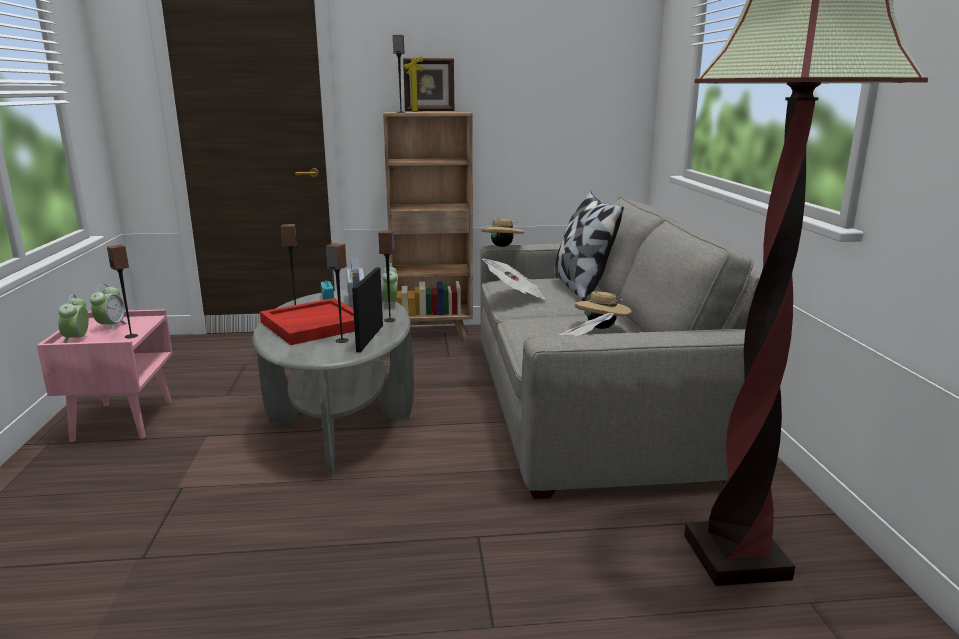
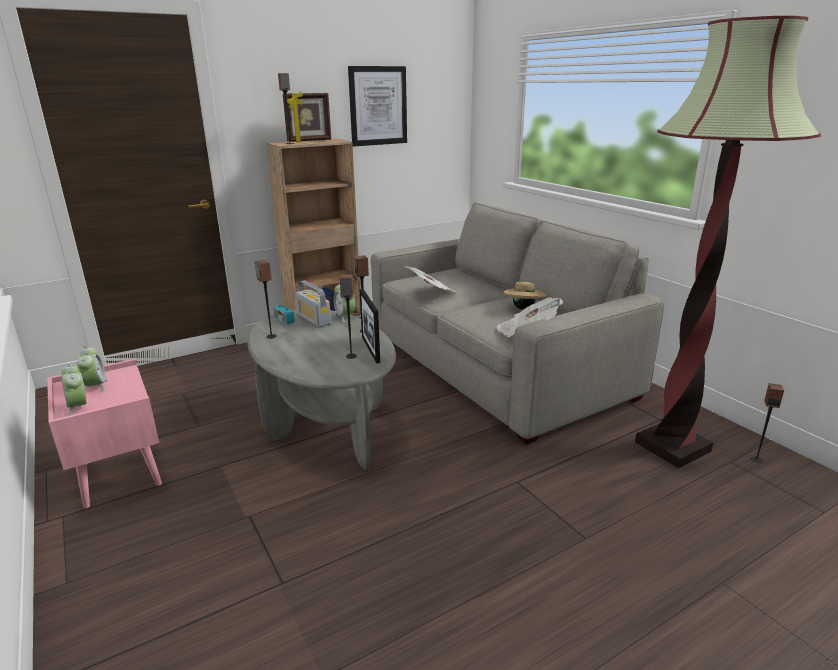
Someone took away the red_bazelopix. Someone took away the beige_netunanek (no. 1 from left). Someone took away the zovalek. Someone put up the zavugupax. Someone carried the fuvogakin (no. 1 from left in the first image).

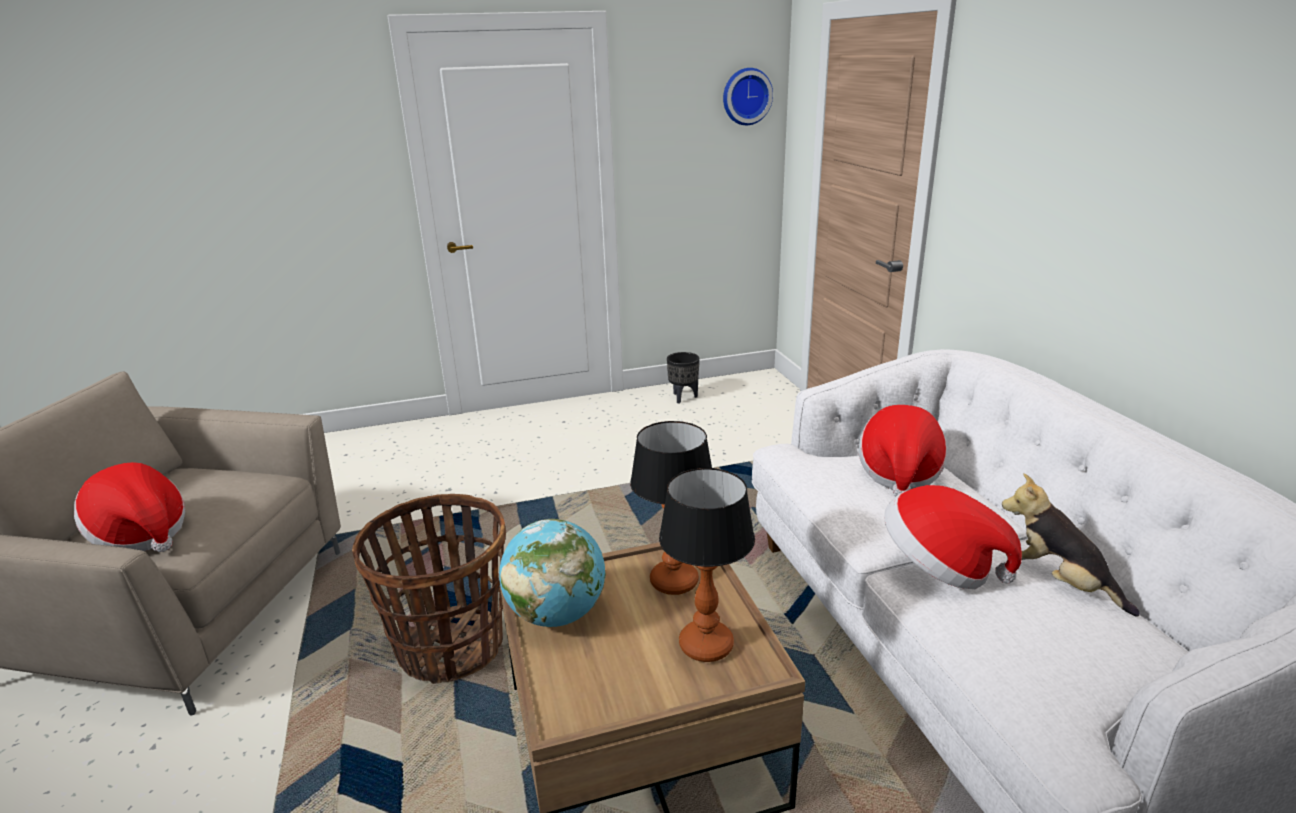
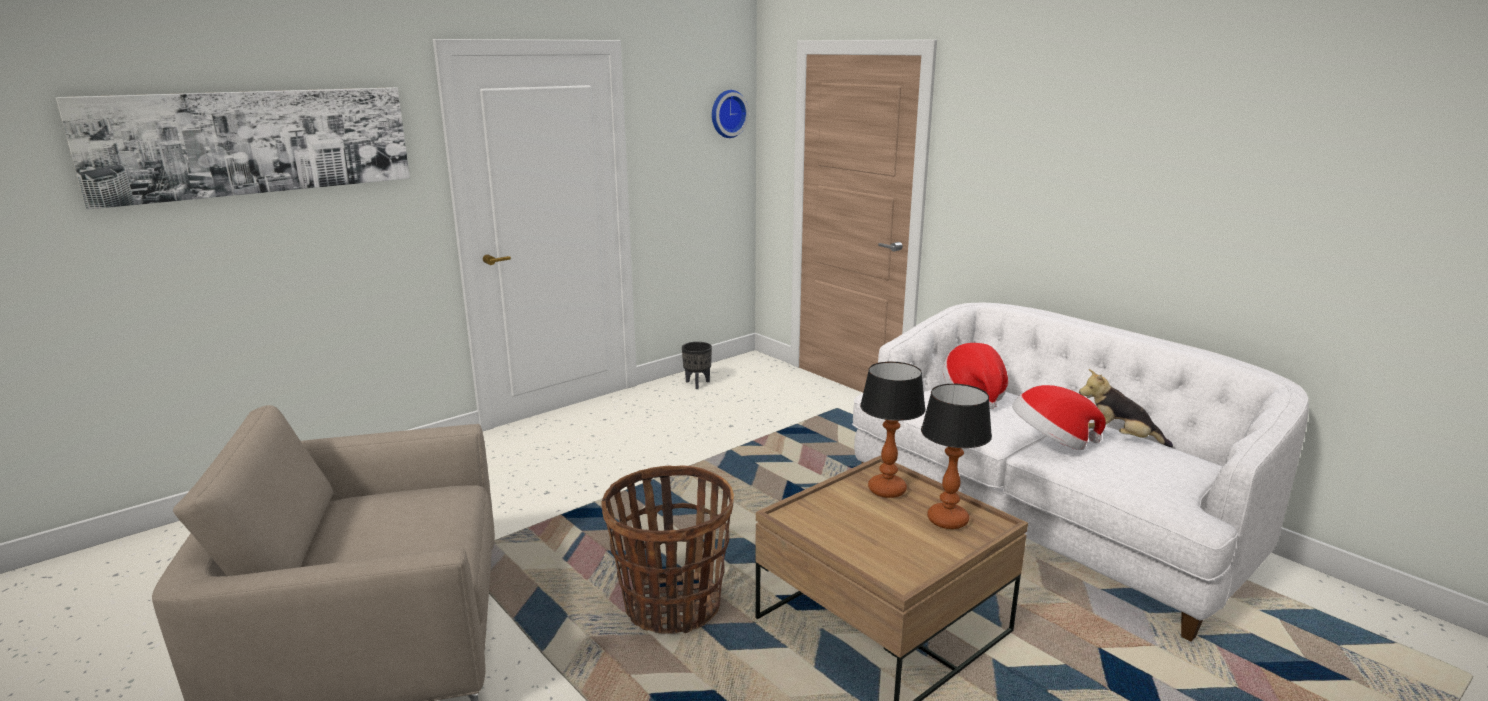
Someone took away the netunanek (no. 1 from left). Someone took away the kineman. Someone put up the zavugupax.

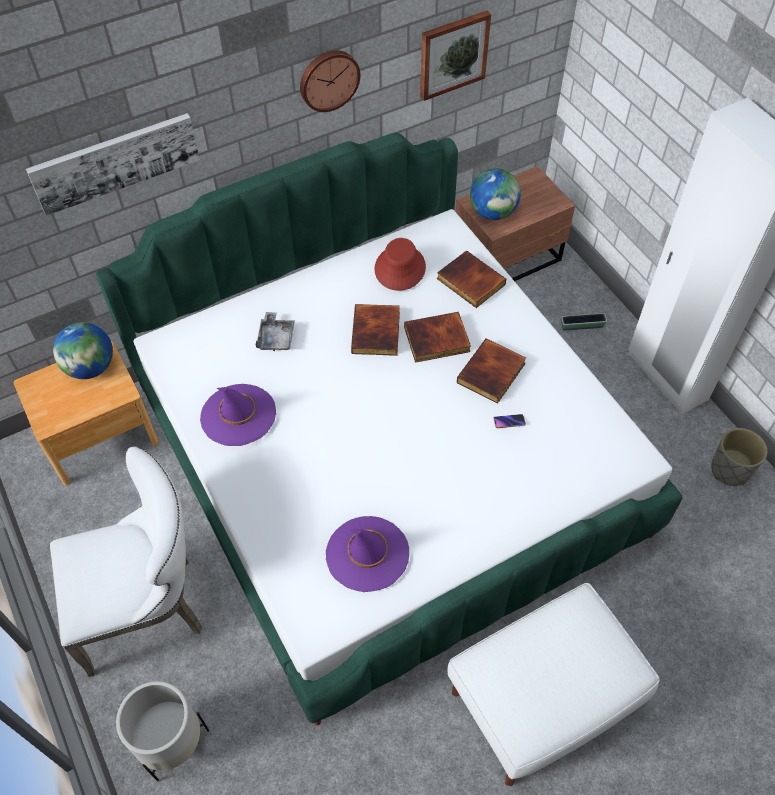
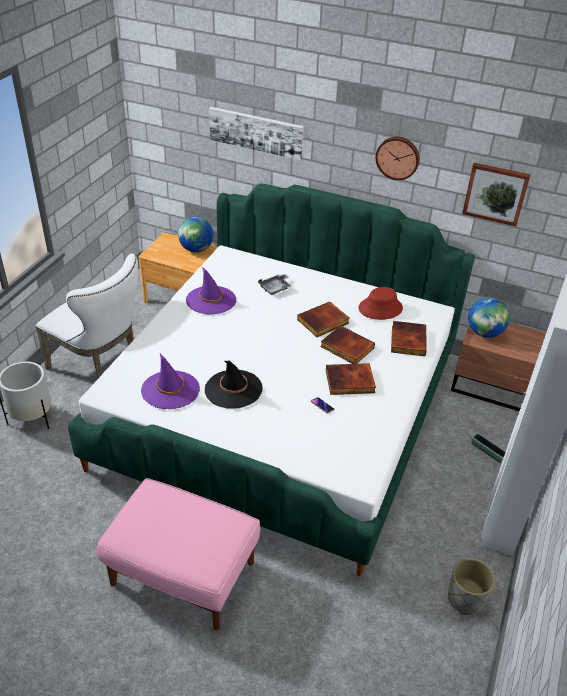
Someone put down the black_netunanek. Someone repainted the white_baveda, which became the pink_baveda.

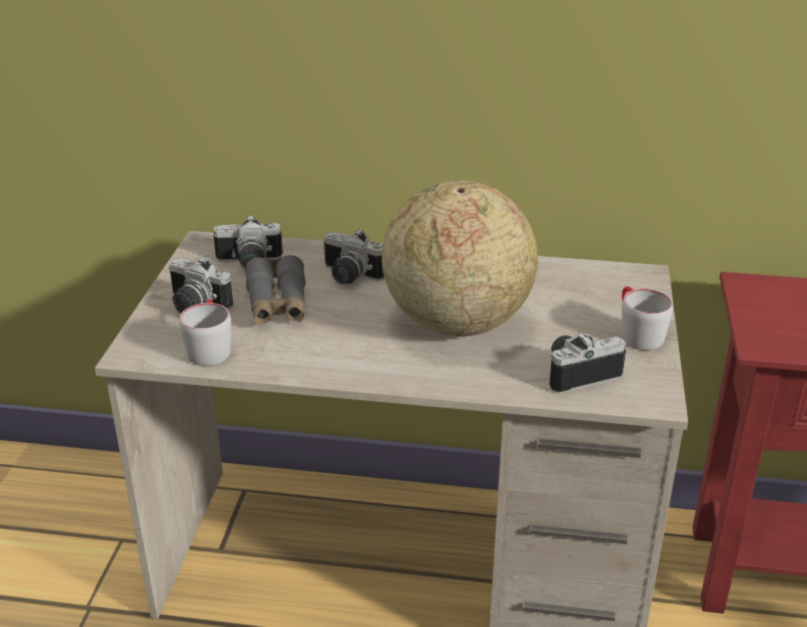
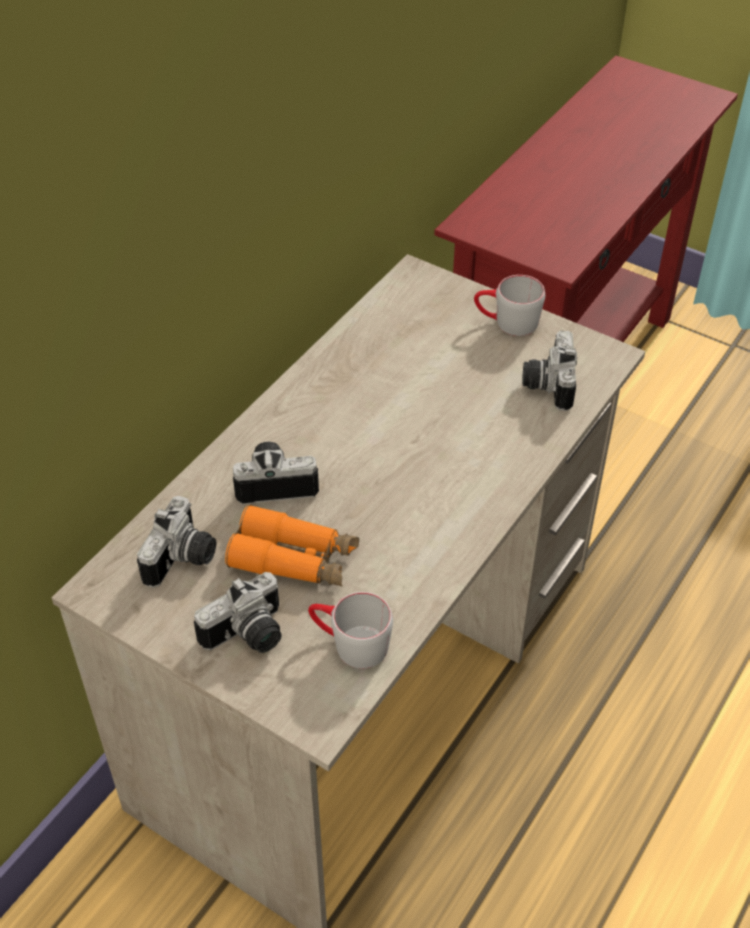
Someone took away the kineman. Someone repainted the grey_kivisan, which became the orange_kivisan. Someone rotated the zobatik (no. 3 from left) by 150 degrees counterclockwise.

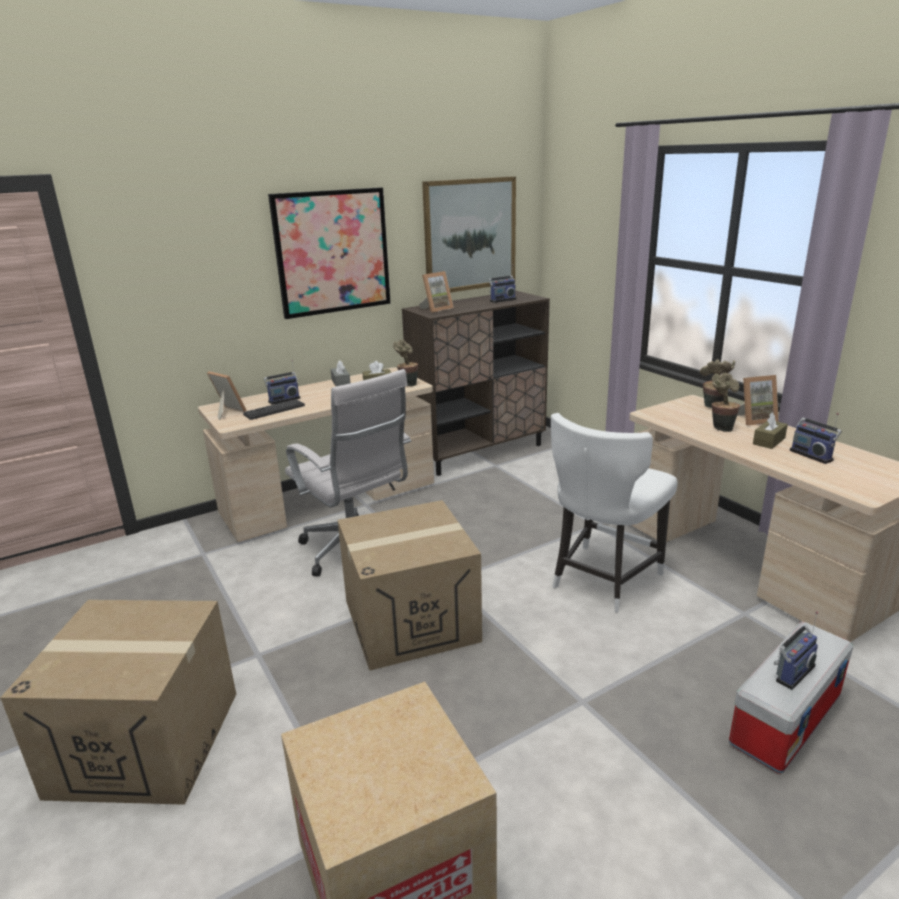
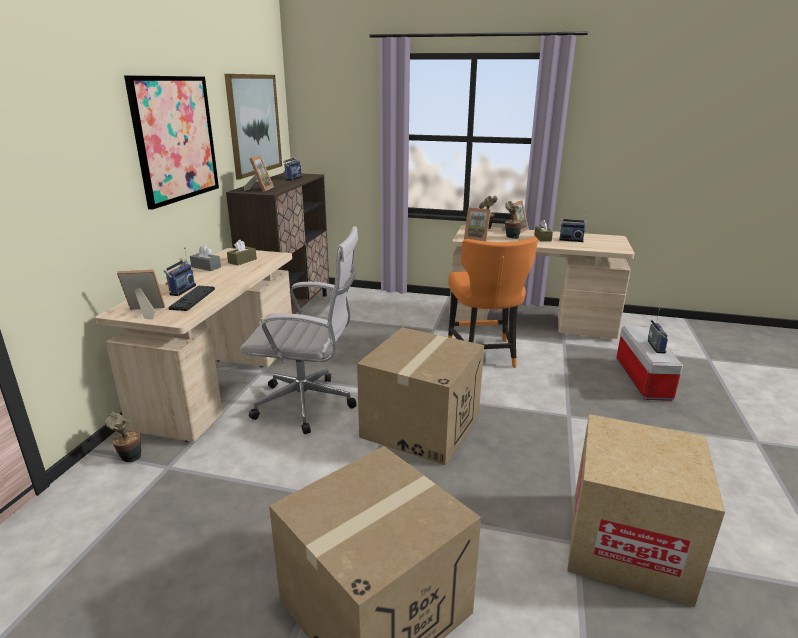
Someone put down the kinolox (no. 3 from left). Someone carried the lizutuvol (no. 1 from left). Someone repainted the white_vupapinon, which became the orange_vupapinon.

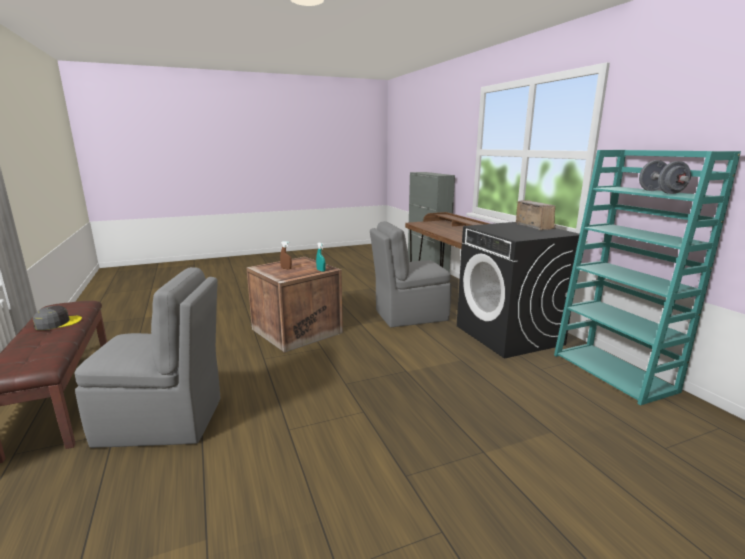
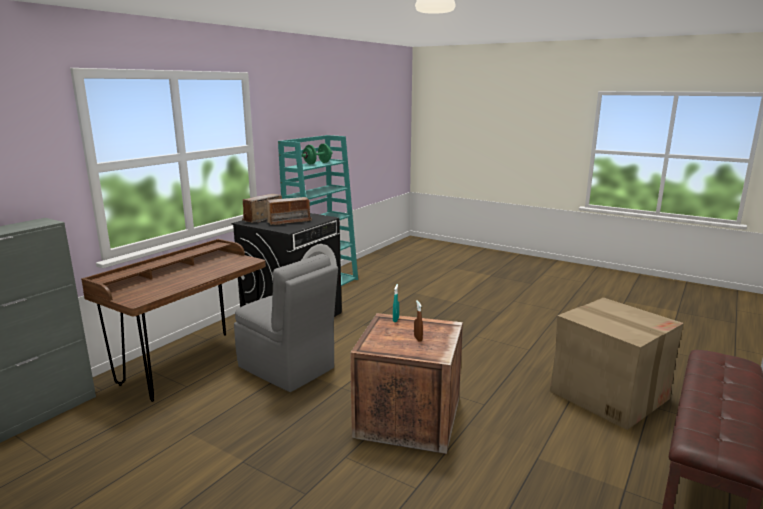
Someone took away the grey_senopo. Someone put down the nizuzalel (no. 2 from left). Someone swapped the grey_vupapinon (no. 1 from left) for the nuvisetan. Someone repainted the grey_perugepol, which became the green_perugepol.

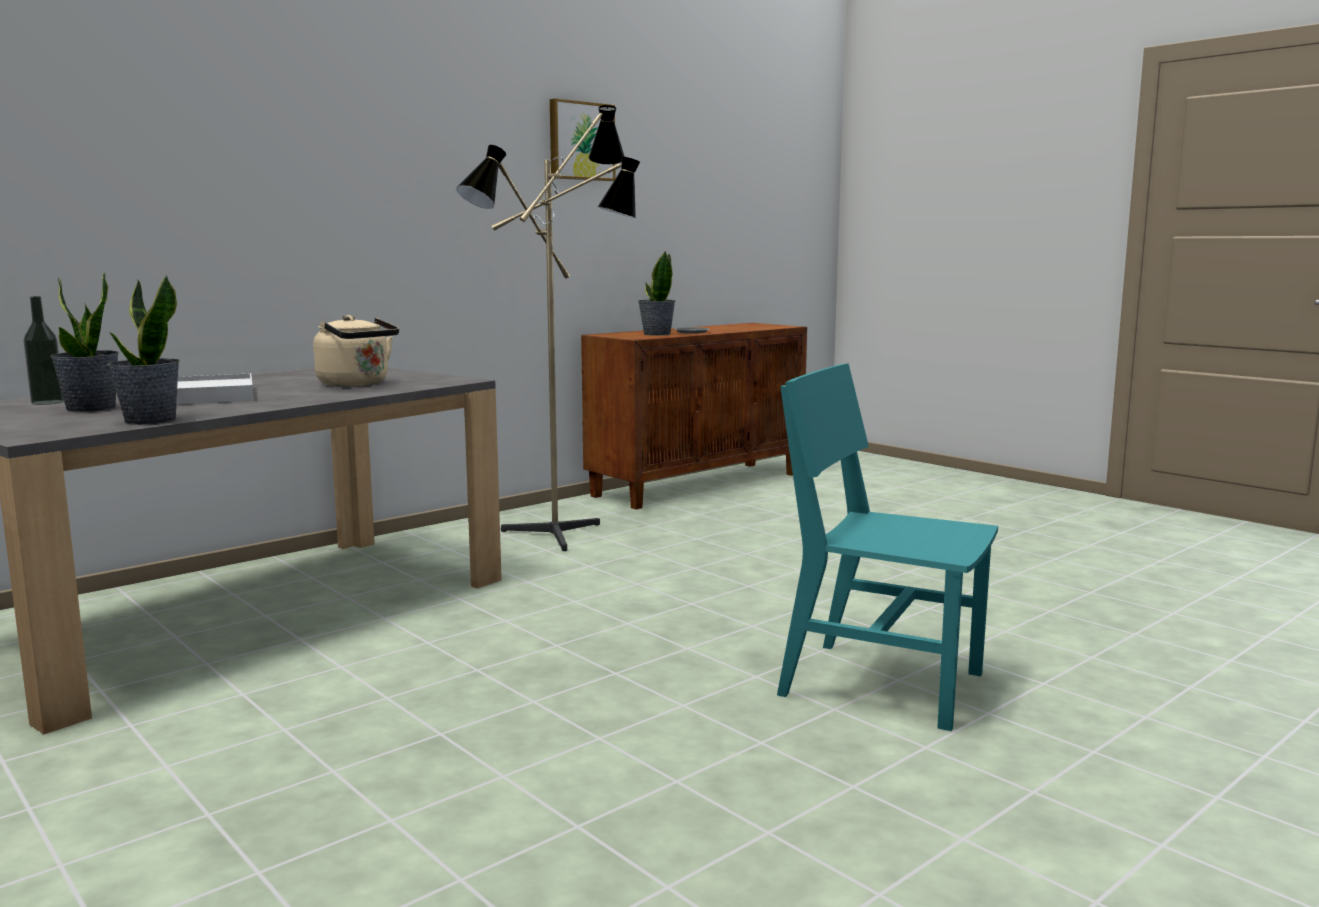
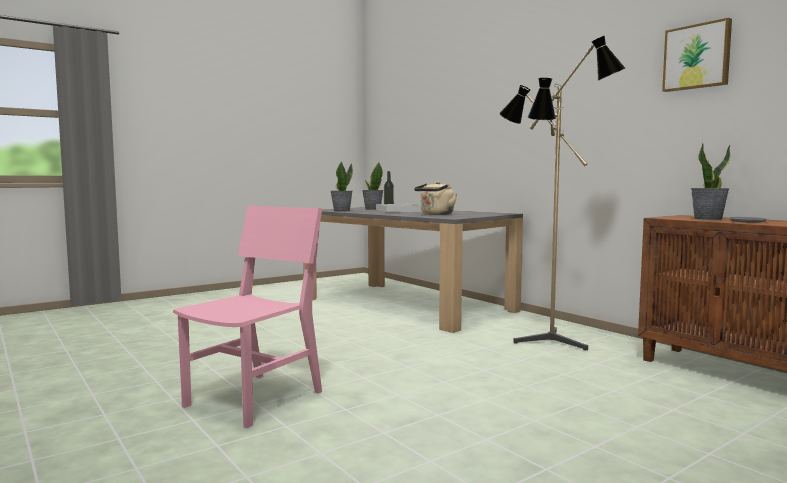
Someone repainted the turquoise_vupapinon, which became the pink_vupapinon.

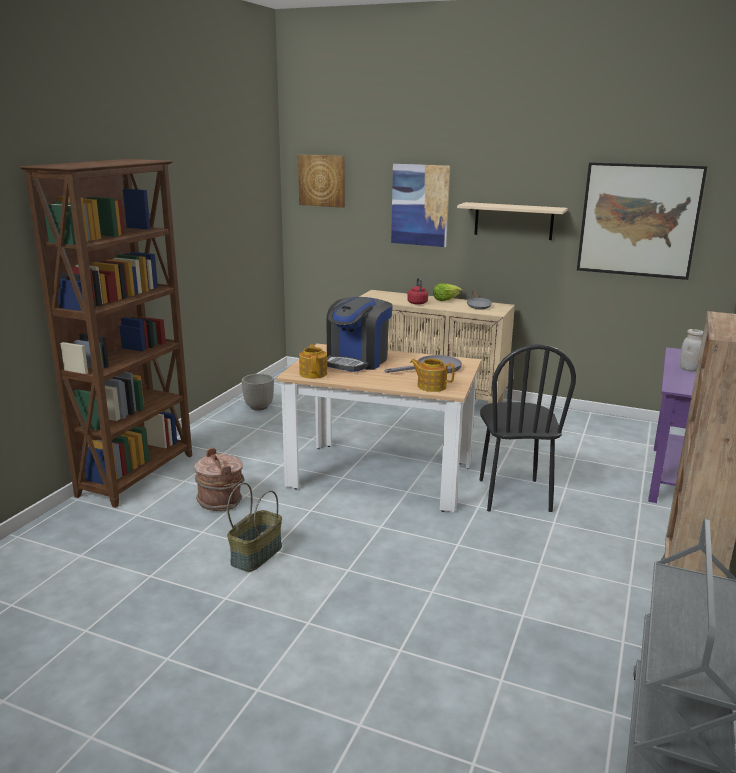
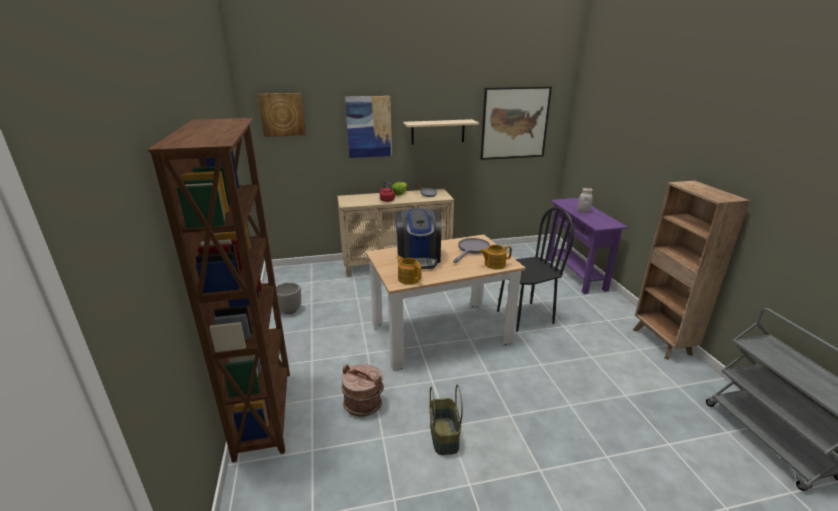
Someone rotated the black_vupapinon by 75 degrees counterclockwise.

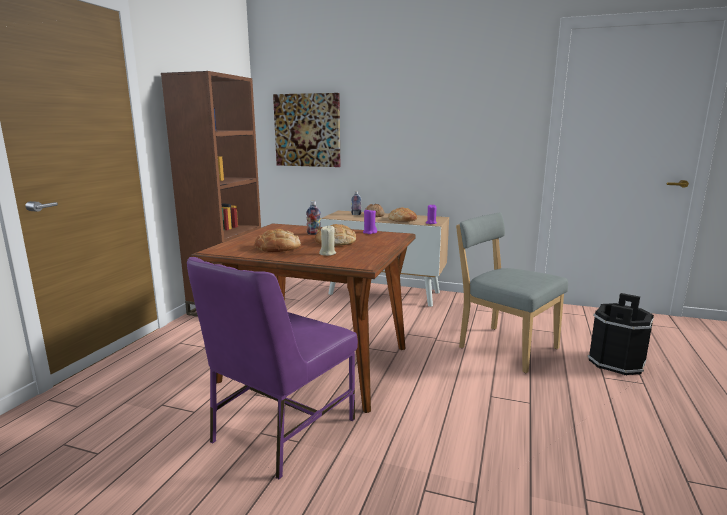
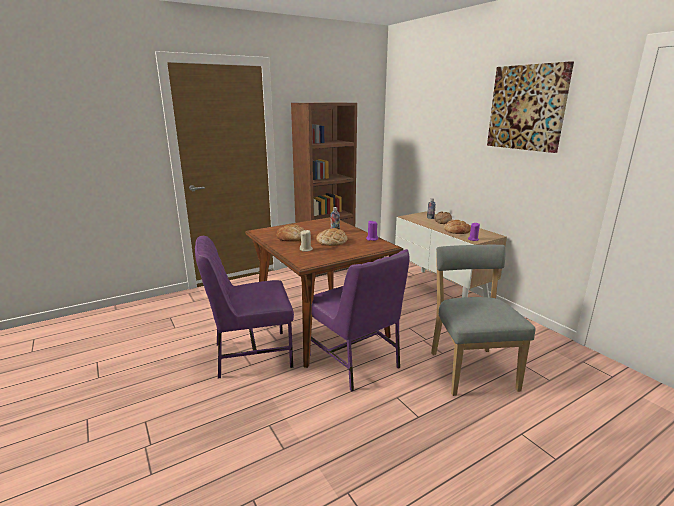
Someone took away the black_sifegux. Someone put down the purple_vupapinon (no. 2 from left). Someone carried the zavugupax.

